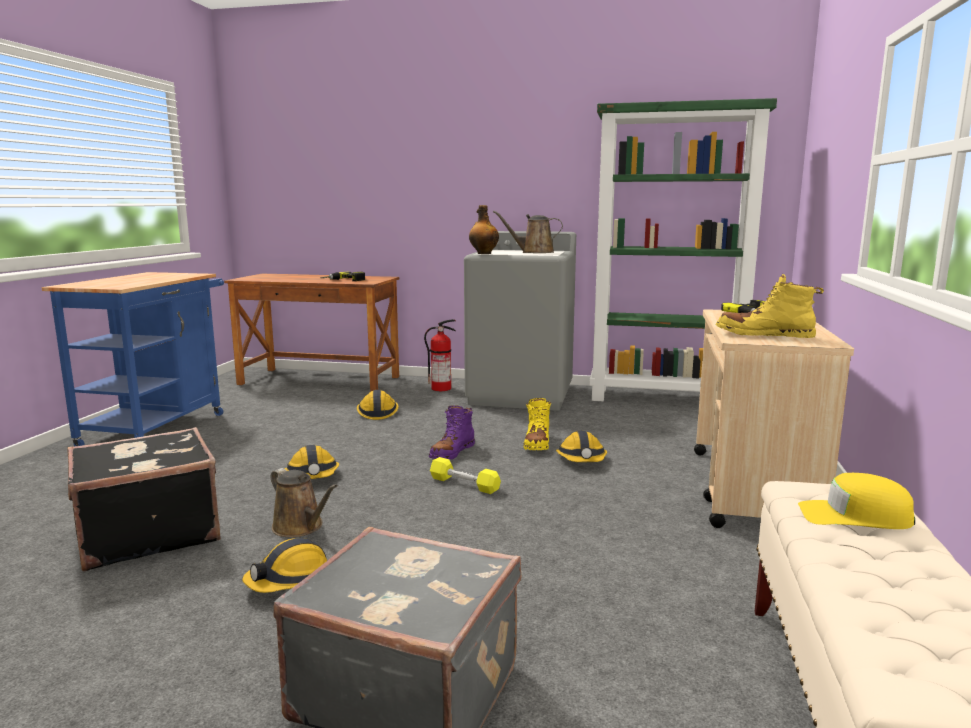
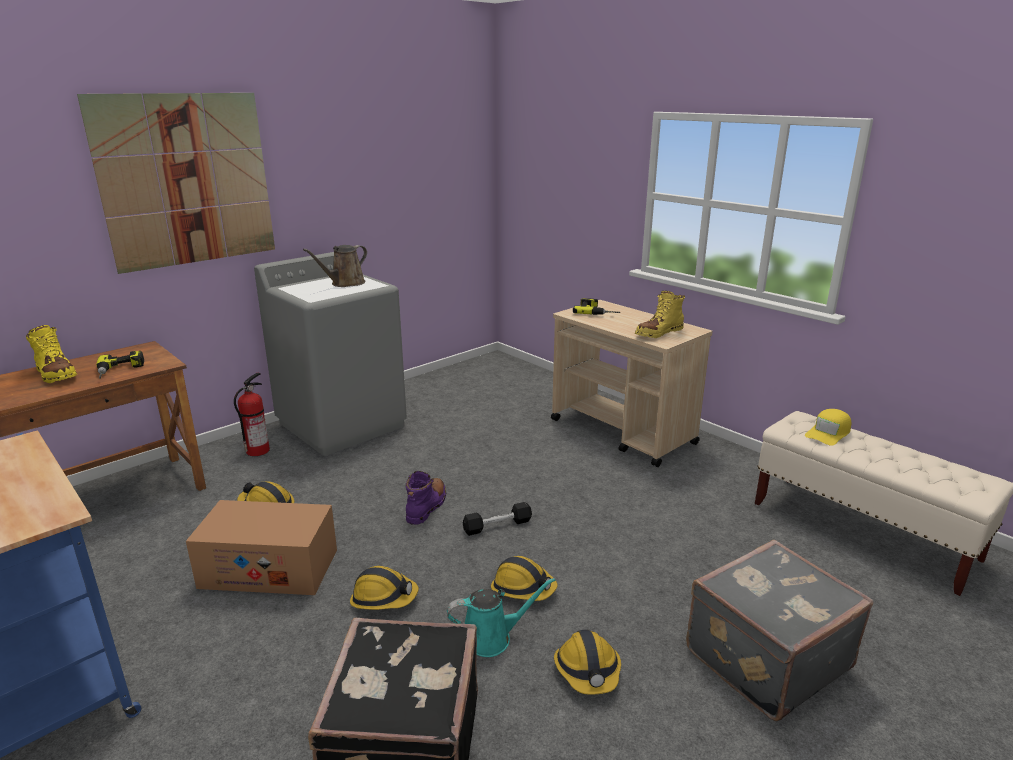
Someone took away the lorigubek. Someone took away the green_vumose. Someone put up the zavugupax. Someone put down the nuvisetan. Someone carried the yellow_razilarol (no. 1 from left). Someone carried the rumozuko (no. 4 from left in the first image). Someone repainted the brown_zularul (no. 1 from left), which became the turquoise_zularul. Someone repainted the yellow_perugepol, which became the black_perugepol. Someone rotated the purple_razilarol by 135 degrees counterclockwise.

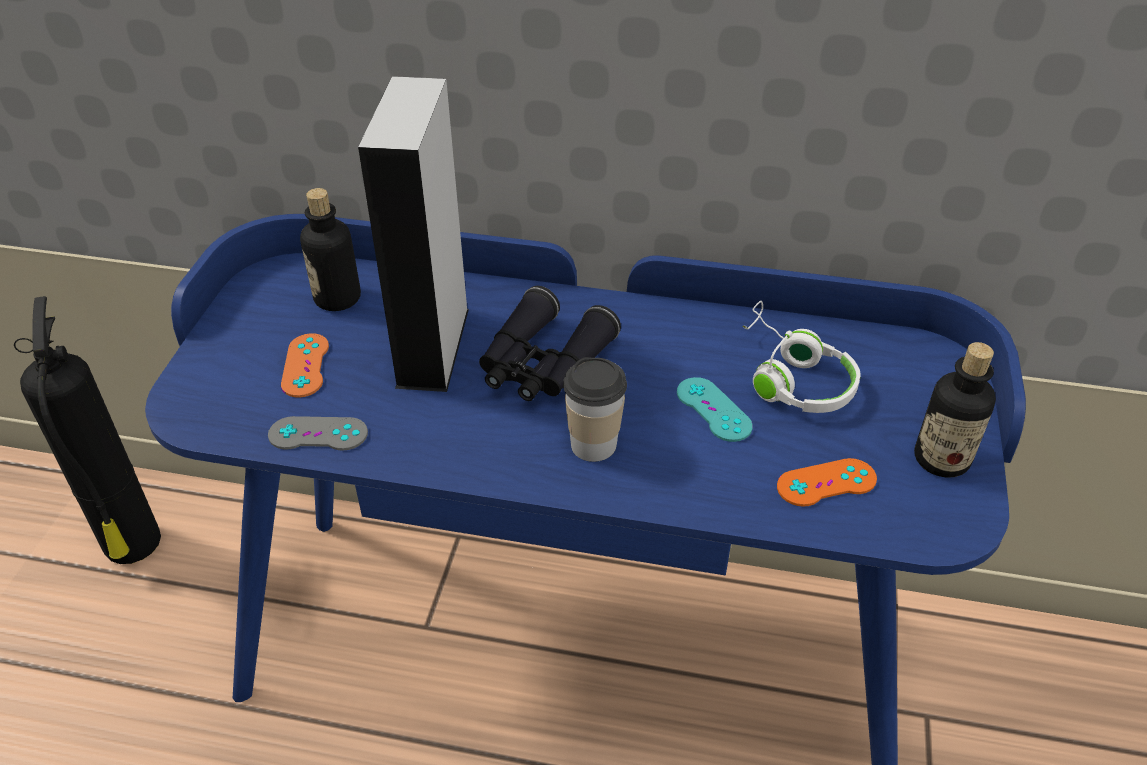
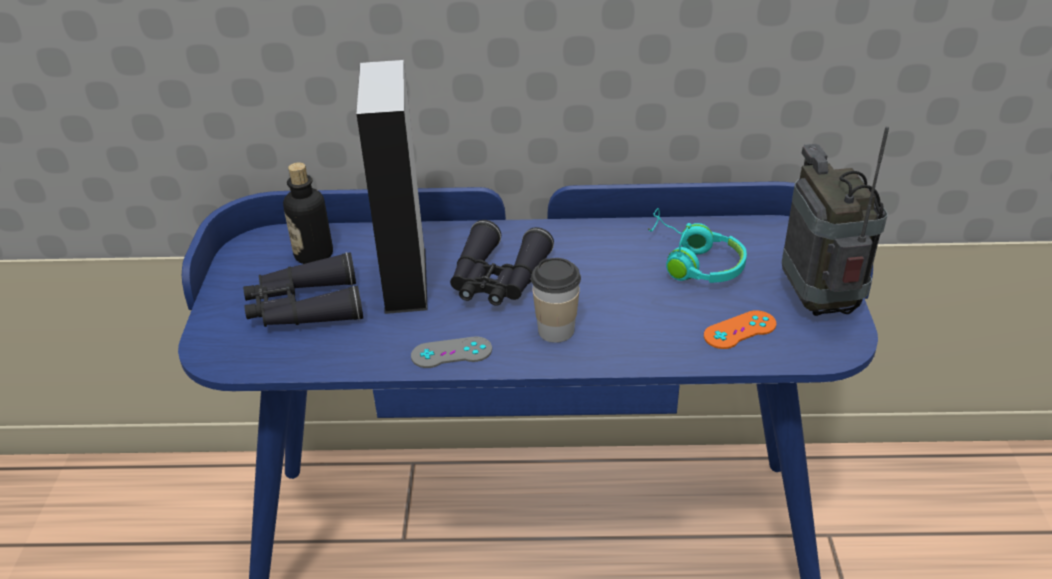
Someone took away the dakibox. Someone took away the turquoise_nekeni. Someone carried the grey_nekeni. Someone swapped the orange_nekeni (no. 1 from left) for the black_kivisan (no. 1 from left). Someone swapped the lorigubek (no. 2 from left) for the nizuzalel. Someone repainted the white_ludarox, which became the turquoise_ludarox.

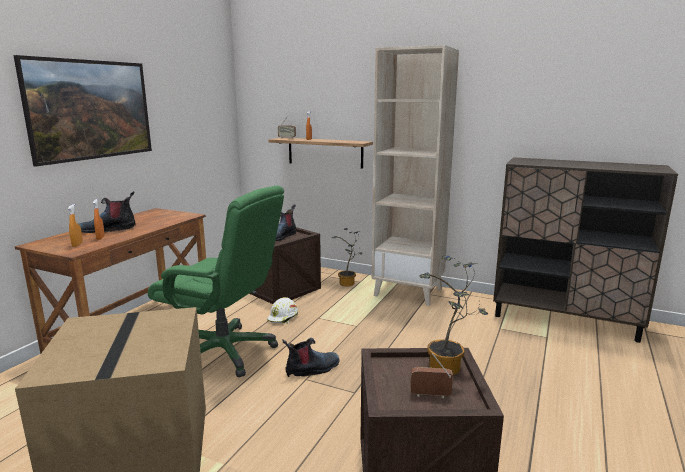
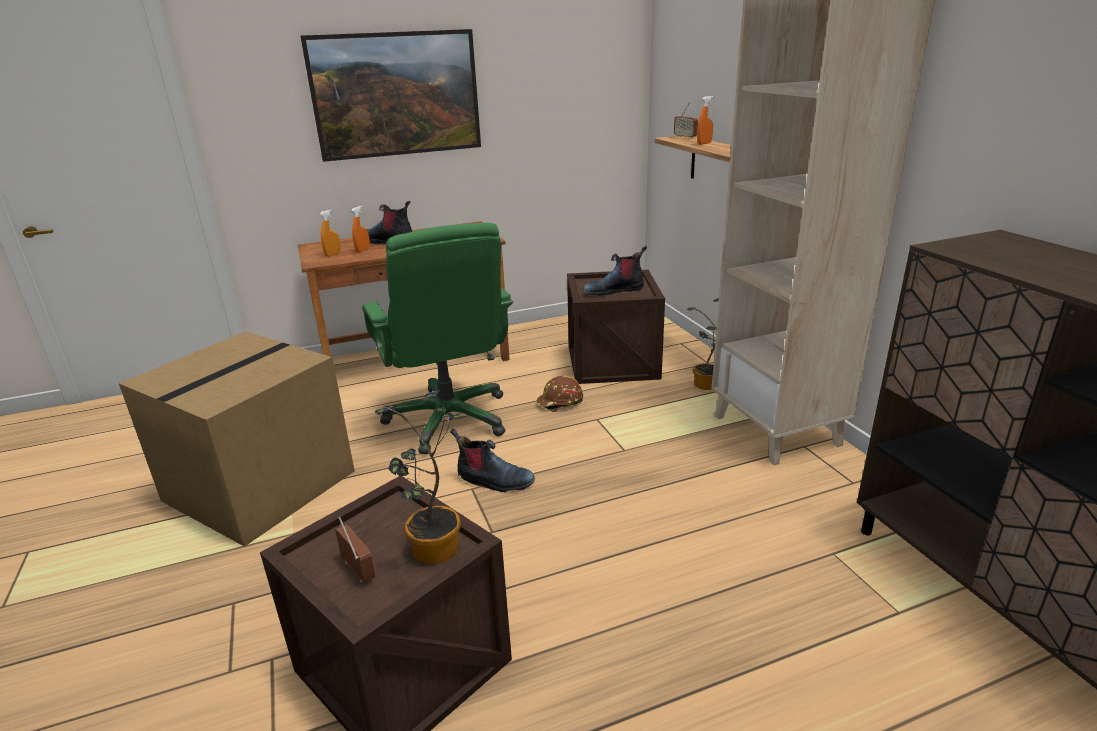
Someone repainted the white_rumozuko, which became the brown_rumozuko.

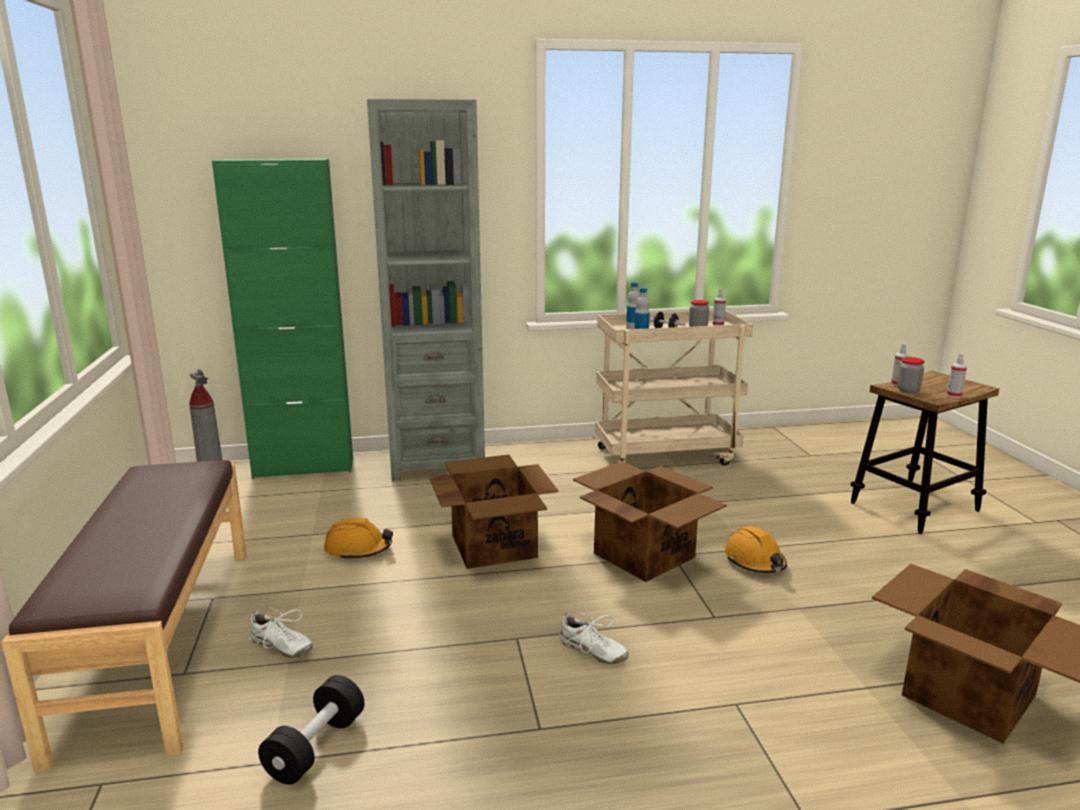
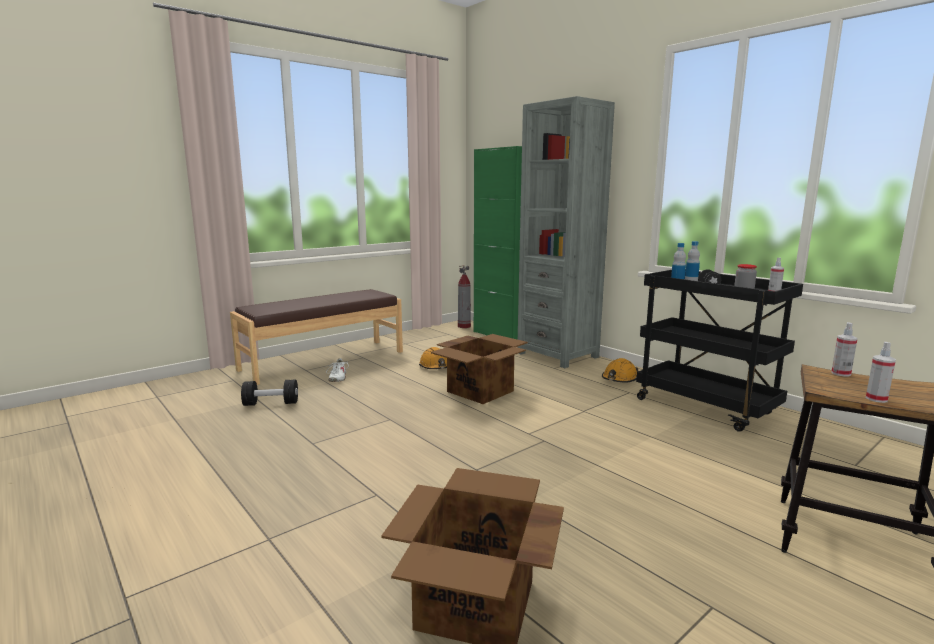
Someone took away the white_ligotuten (no. 2 from left). Someone took away the nuvisetan (no. 2 from left). Someone took away the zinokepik (no. 2 from left). Someone carried the orange_rumozuko (no. 2 from left). Someone repainted the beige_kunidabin, which became the black_kunidabin.

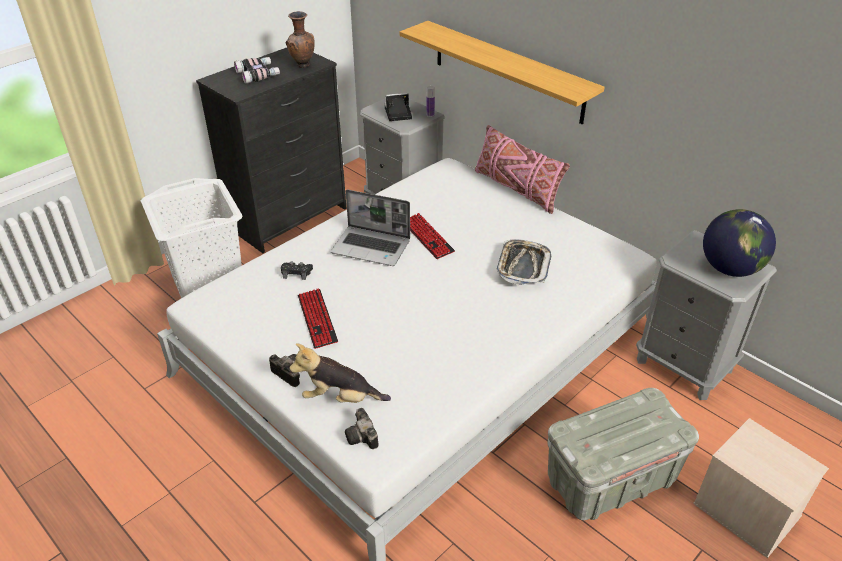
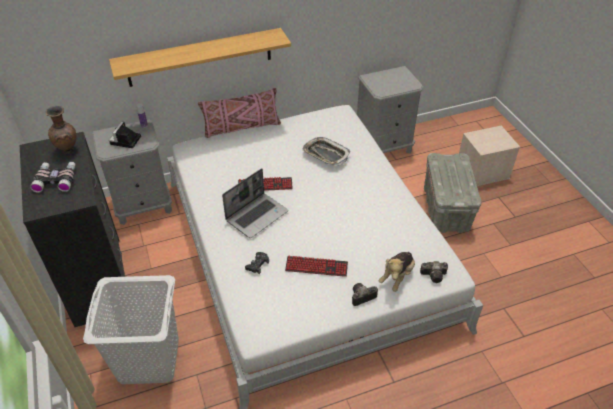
Someone took away the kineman.

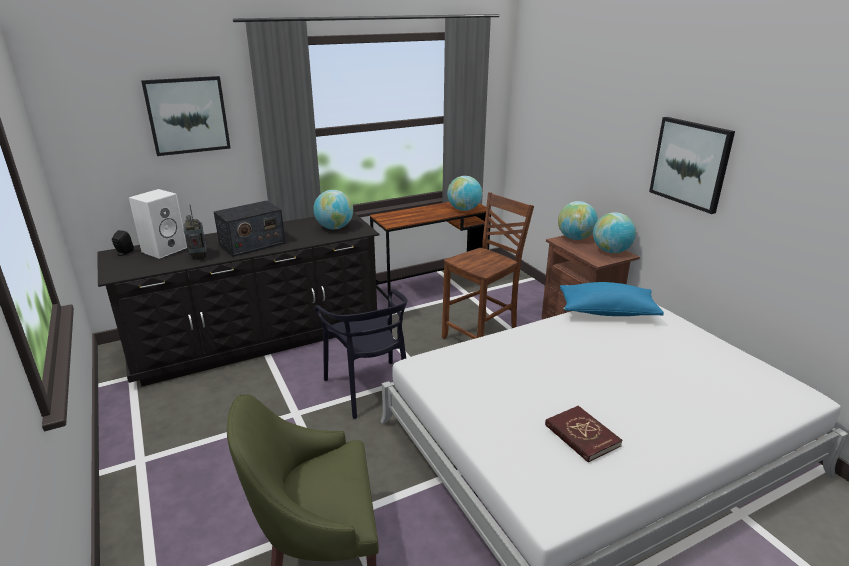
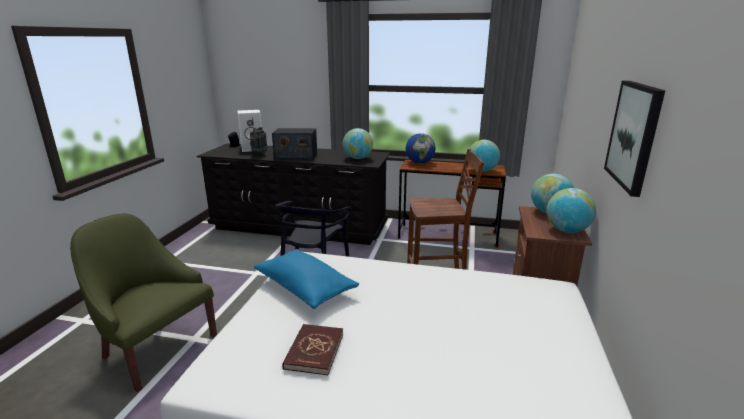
Someone took away the zavugupax (no. 1 from left). Someone put down the kineman (no. 2 from left). Someone carried the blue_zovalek.

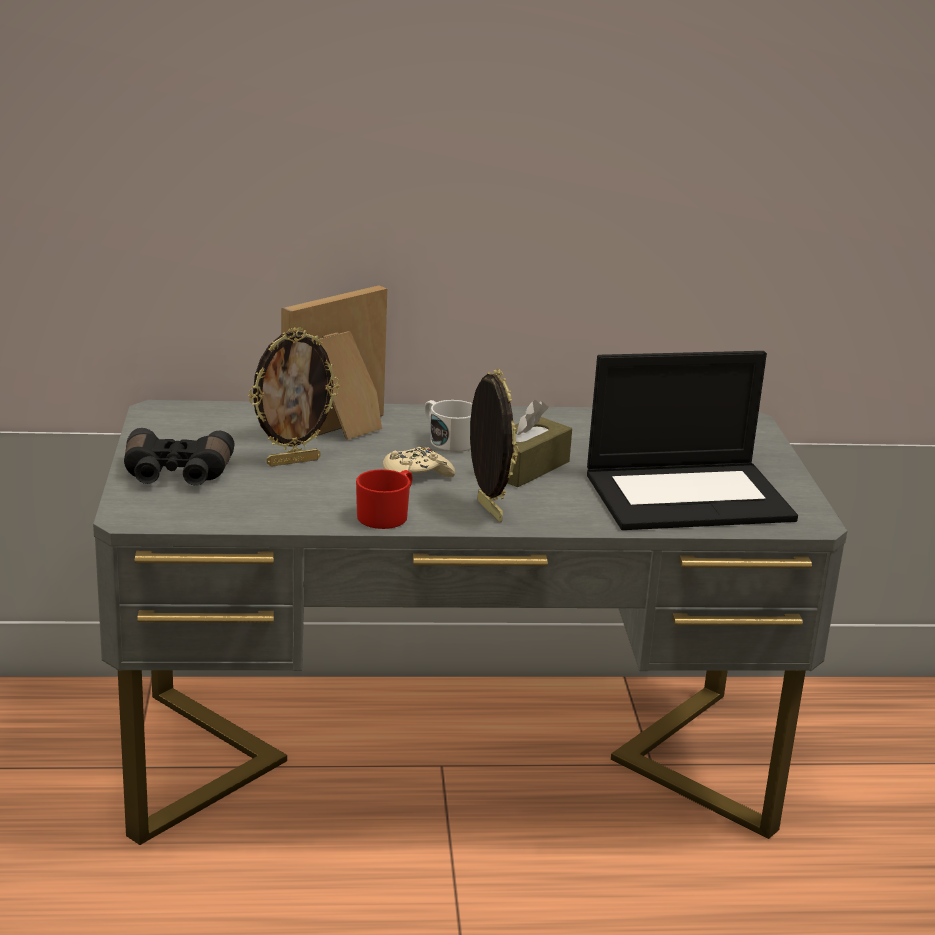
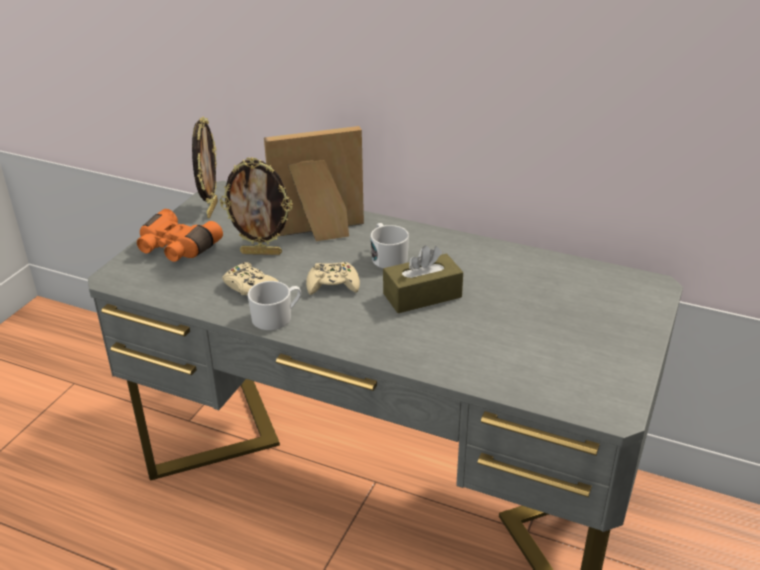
Someone took away the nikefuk. Someone put down the beige_nekeni (no. 1 from left). Someone carried the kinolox (no. 3 from left in the first image). Someone repainted the black_kivisan, which became the orange_kivisan. Someone repainted the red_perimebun, which became the white_perimebun (no. 1 from left).

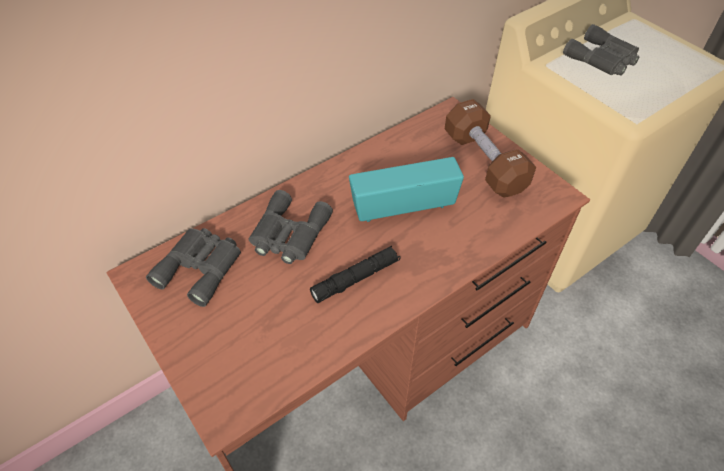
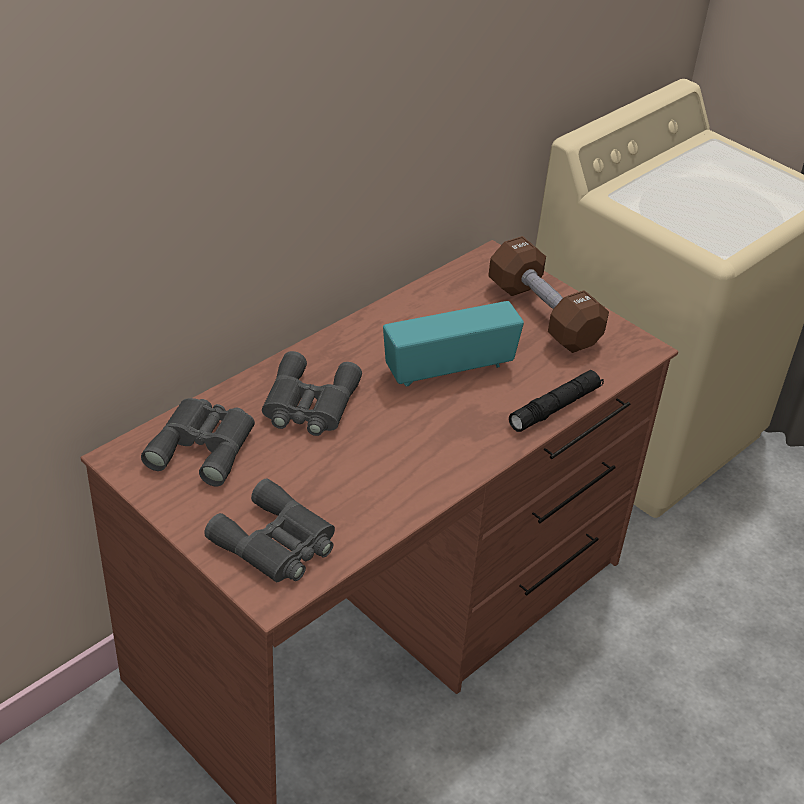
Someone carried the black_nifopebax. Someone carried the grey_kivisan (no. 3 from left in the first image).

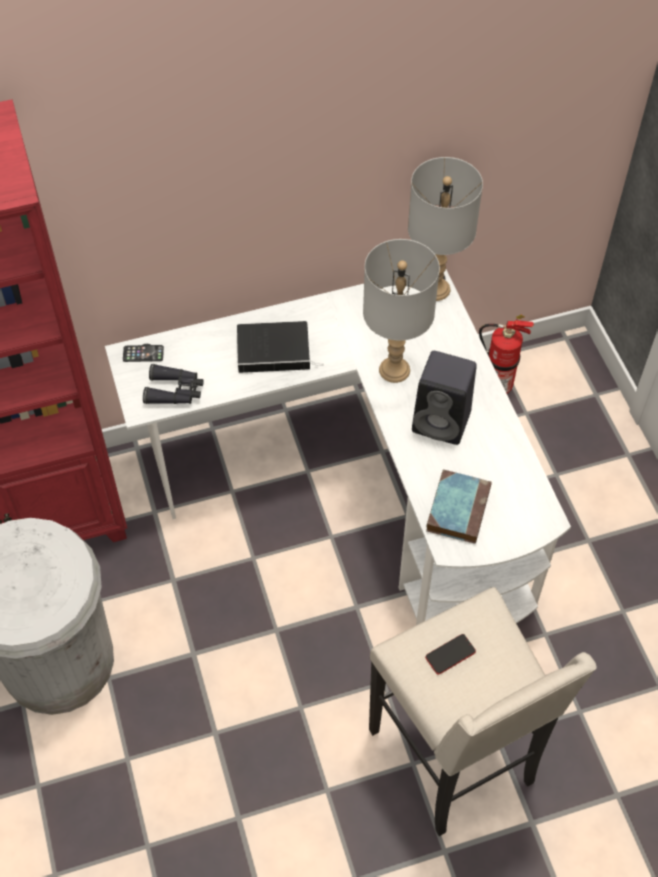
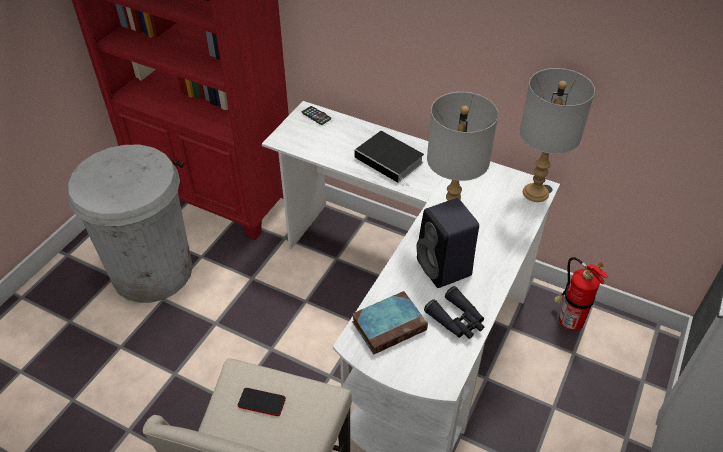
Someone carried the black_kivisan.

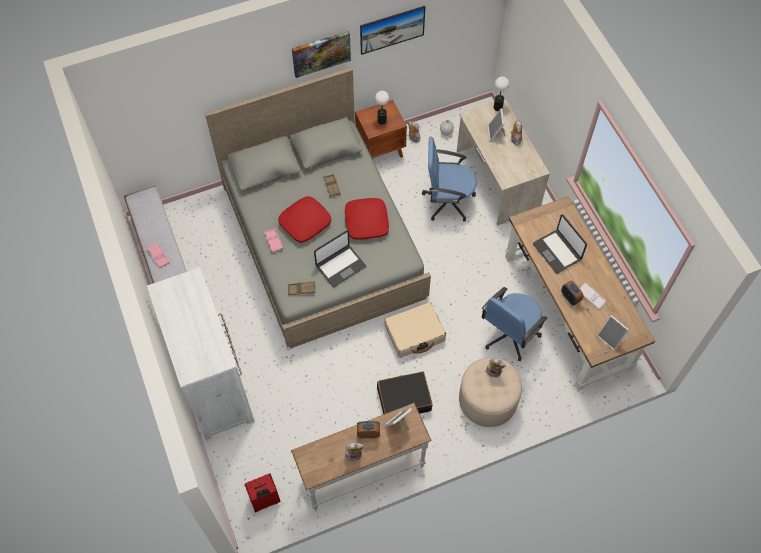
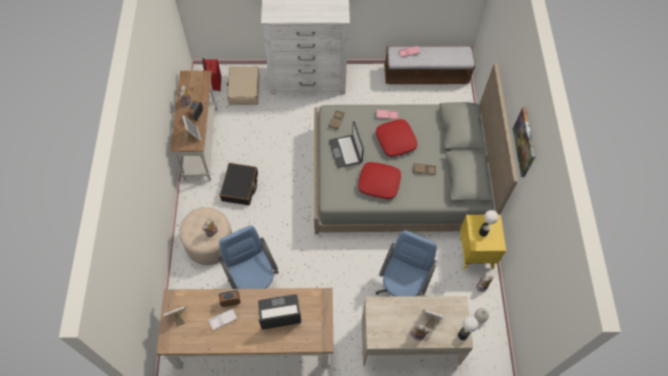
Someone took away the zavugupax (no. 2 from left). Someone carried the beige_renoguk. Someone repainted the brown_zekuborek, which became the yellow_zekuborek.

